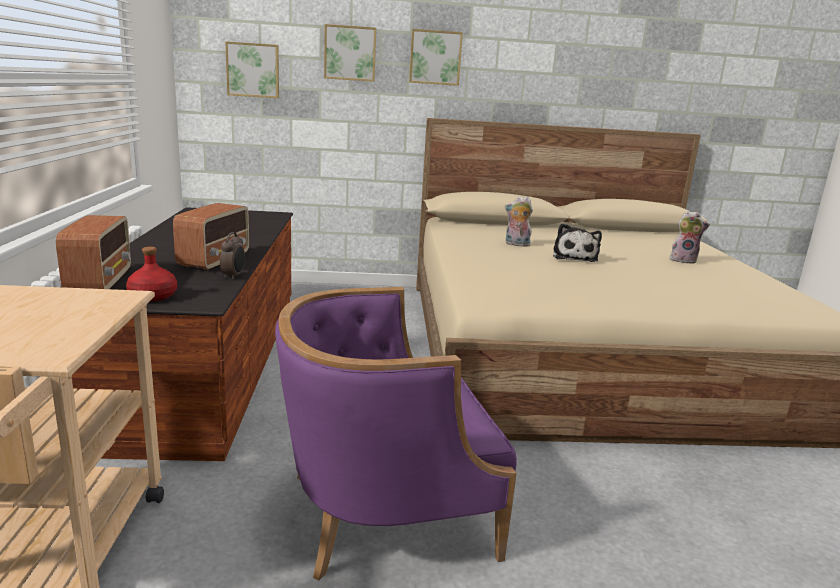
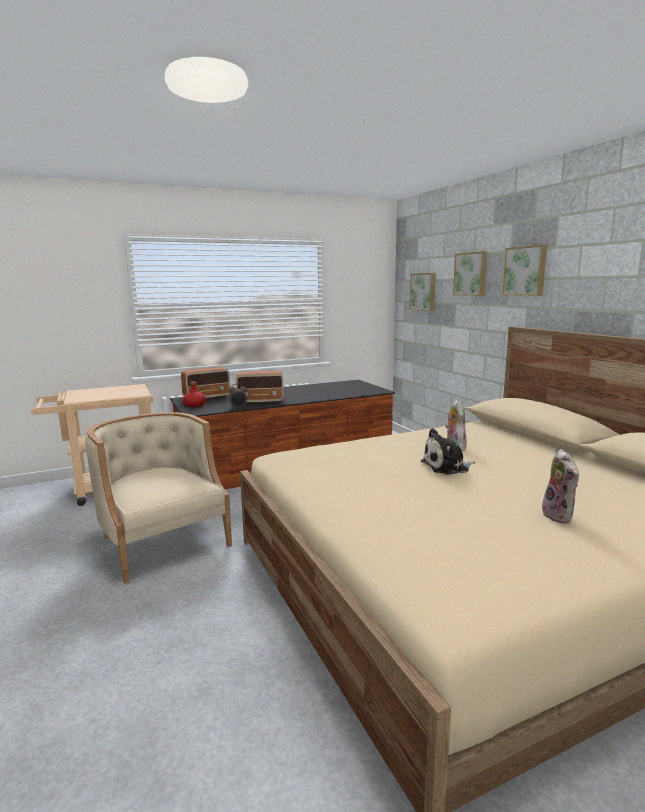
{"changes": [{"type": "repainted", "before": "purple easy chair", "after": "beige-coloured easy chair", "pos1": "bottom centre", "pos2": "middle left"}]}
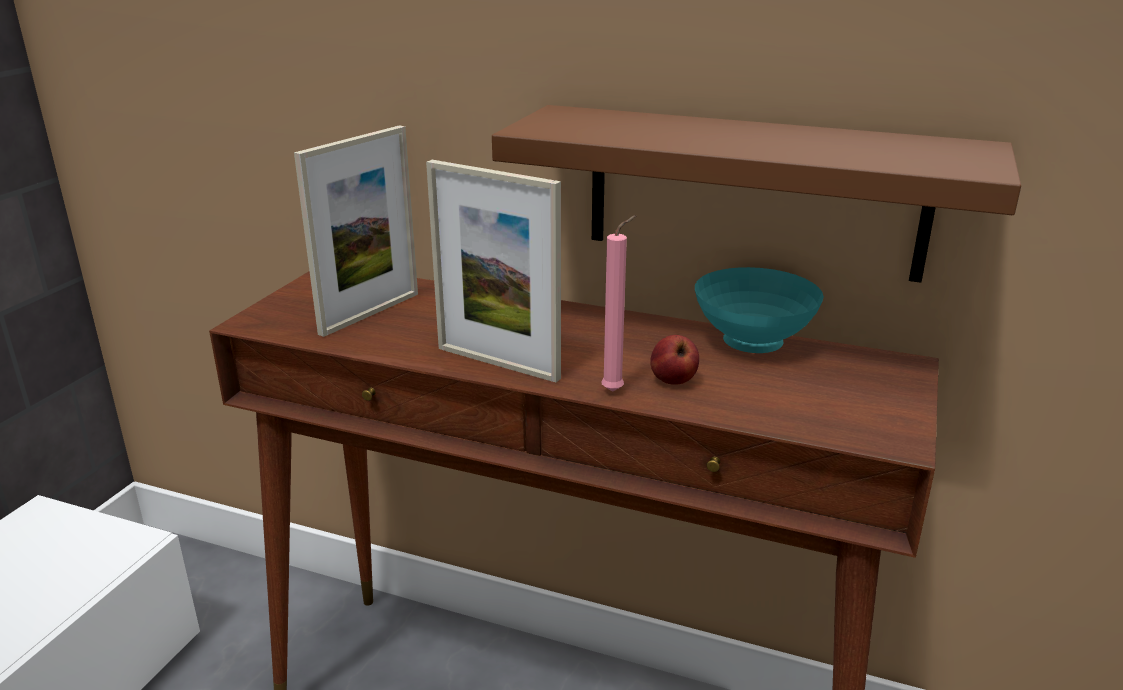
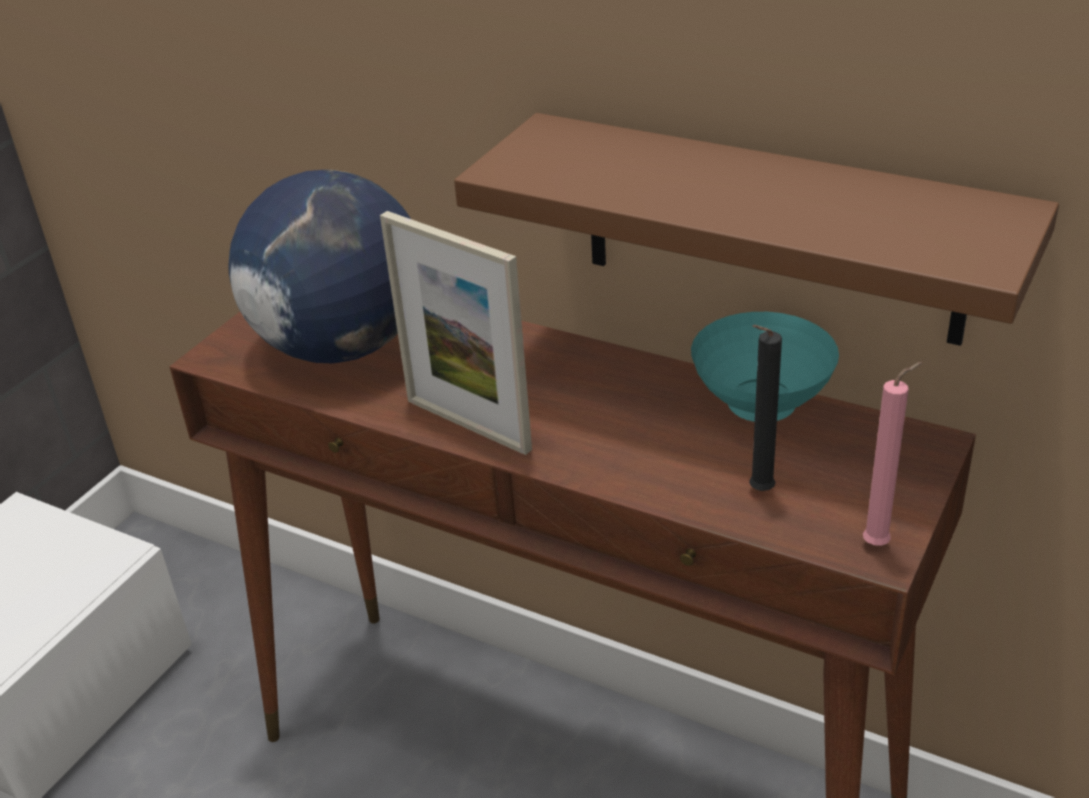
{"changes": [{"type": "swapped", "before": "photo frame (no. 1 from left)", "after": "globe", "pos1": "middle left", "pos2": "middle left"}, {"type": "shifted", "before": "pinkish candle", "pos1": "centre", "pos2": "middle right"}, {"type": "gone", "before": "apple fruit", "pos1": "centre"}, {"type": "new", "after": "black candle", "pos2": "middle right"}]}
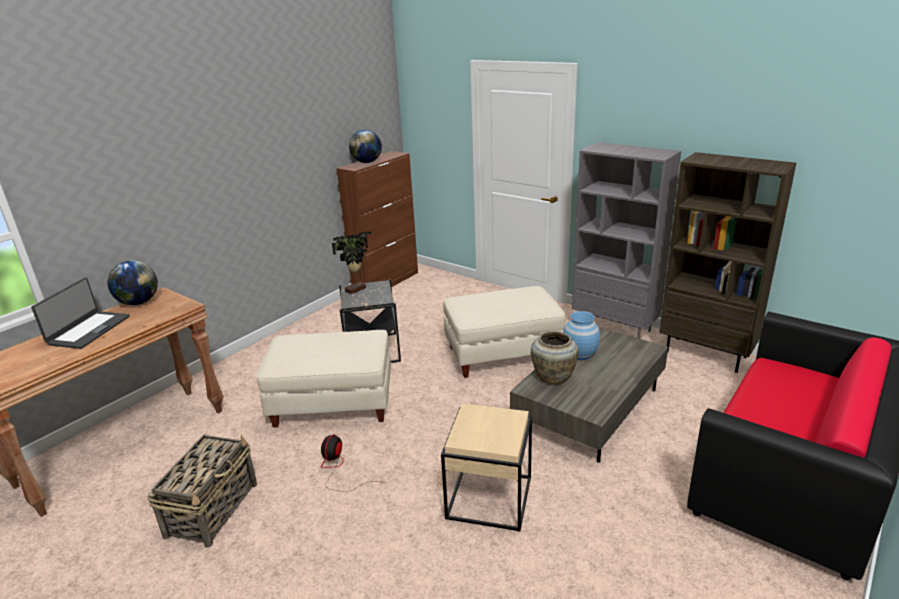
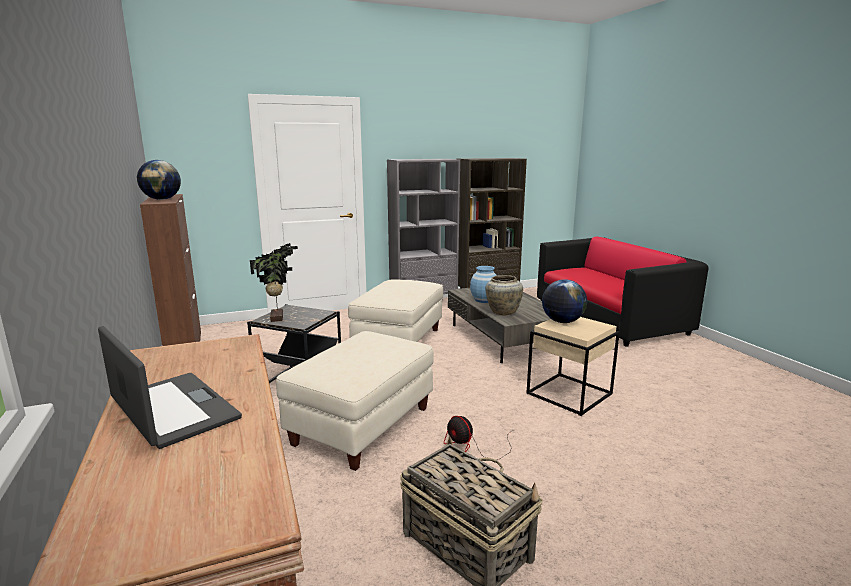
{"changes": [{"type": "shifted", "before": "globe (no. 1 from left in the first image)", "after": "globe (no. 2 from left)", "pos1": "middle left", "pos2": "centre"}]}
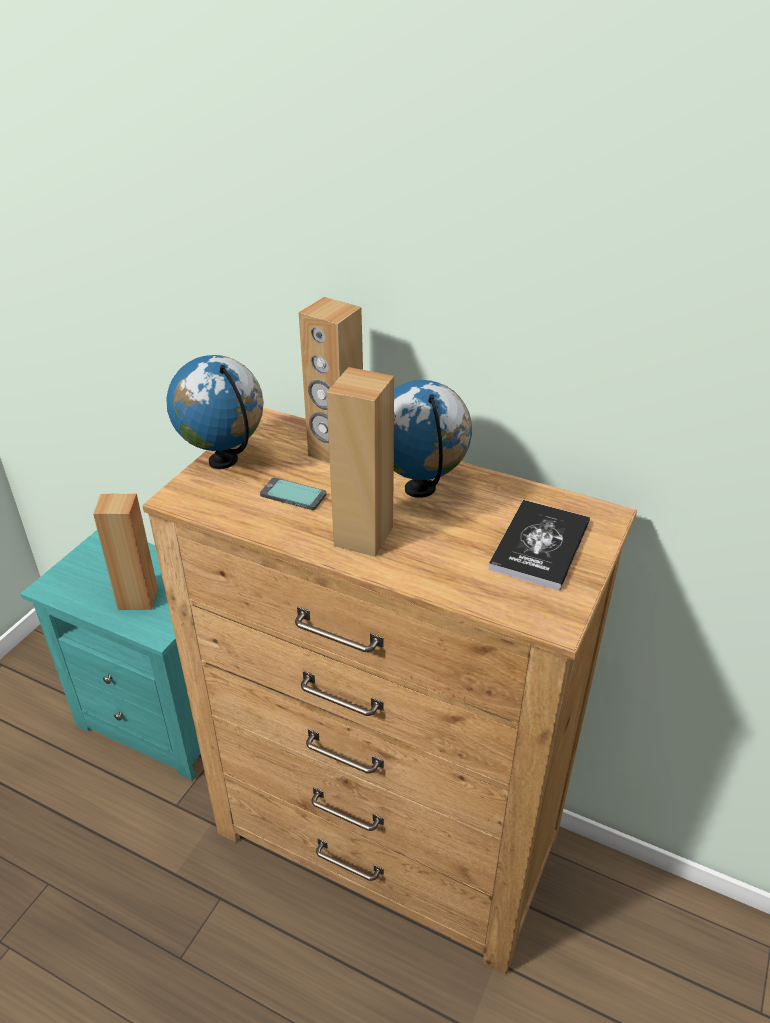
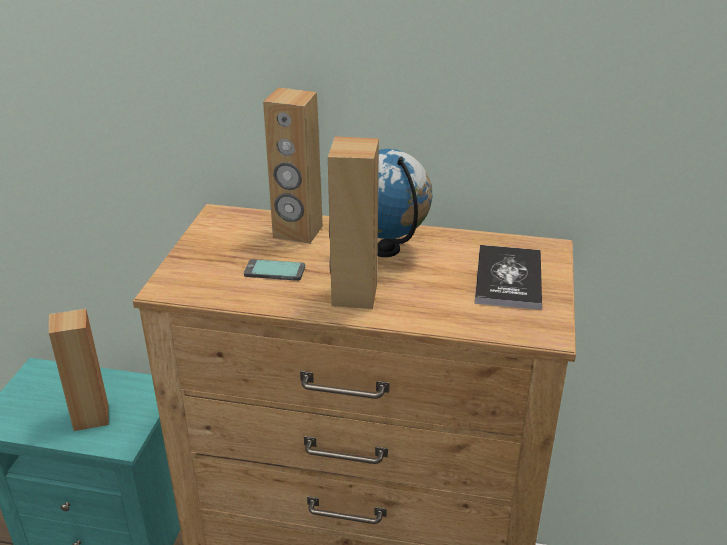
{"changes": [{"type": "gone", "before": "globe (no. 1 from left)", "pos1": "middle left"}]}
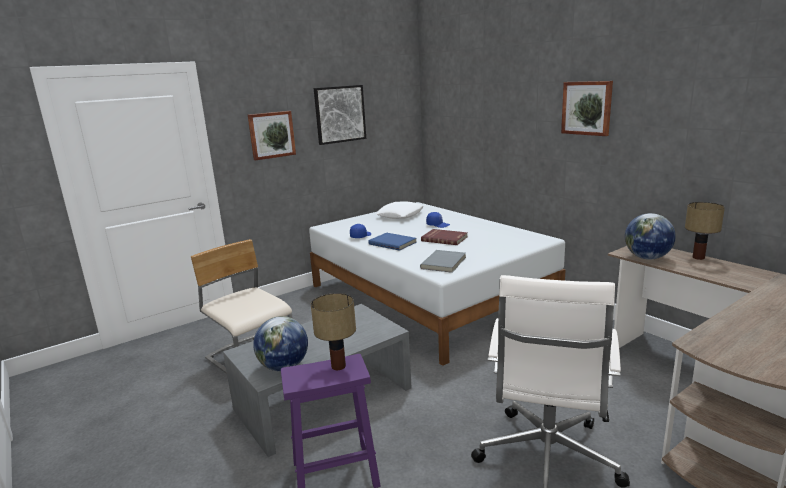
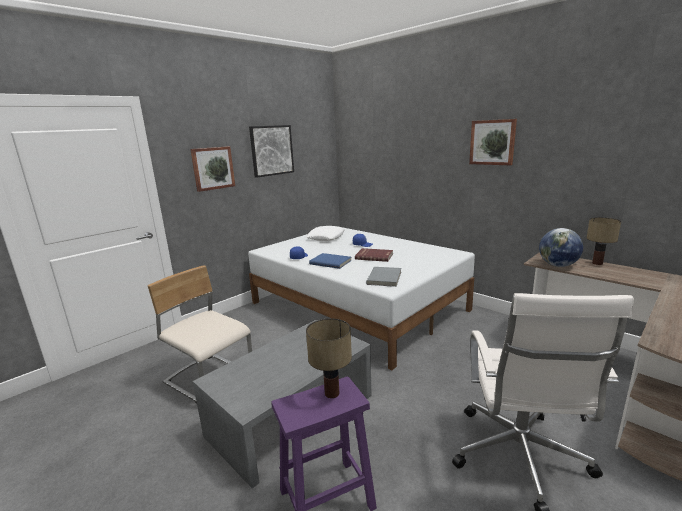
{"changes": [{"type": "gone", "before": "globe (no. 1 from left)", "pos1": "bottom centre"}]}
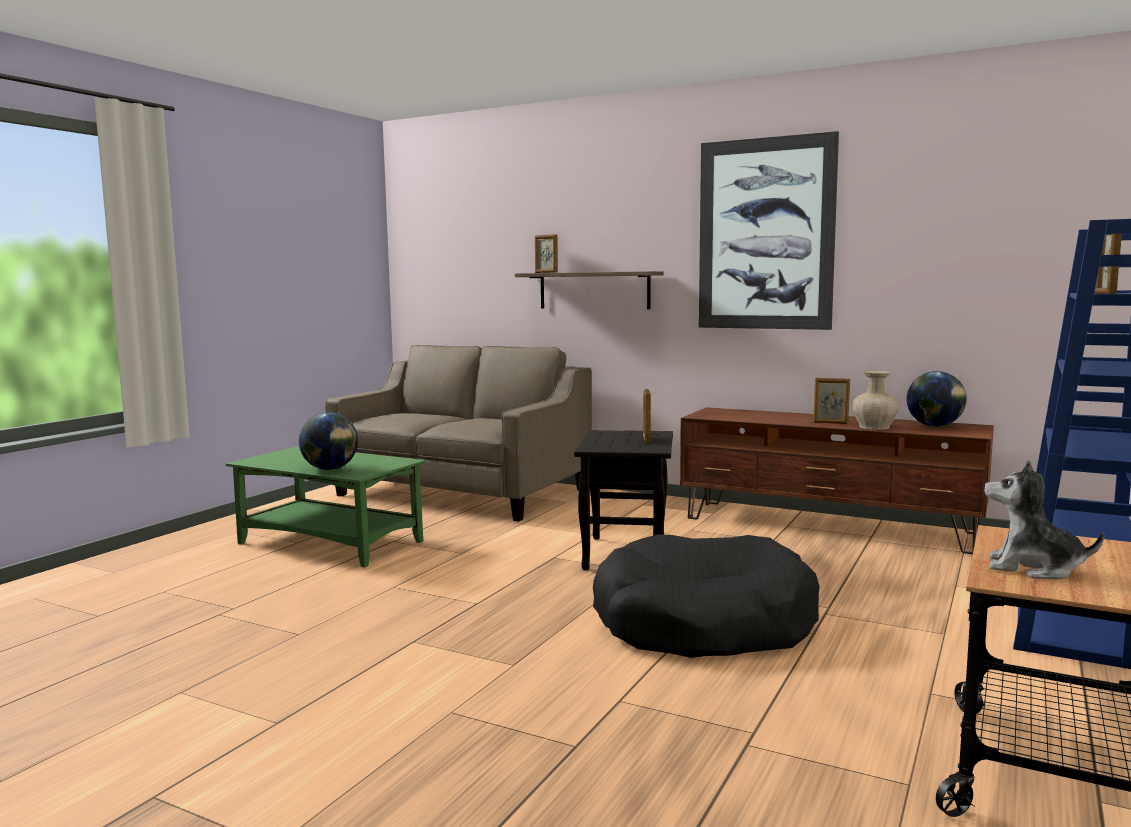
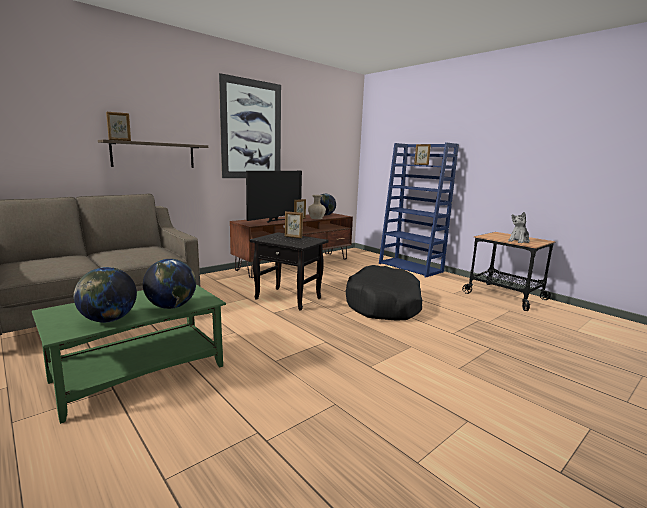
{"changes": [{"type": "new", "after": "TV", "pos2": "centre"}, {"type": "new", "after": "globe (no. 1 from left)", "pos2": "middle left"}]}
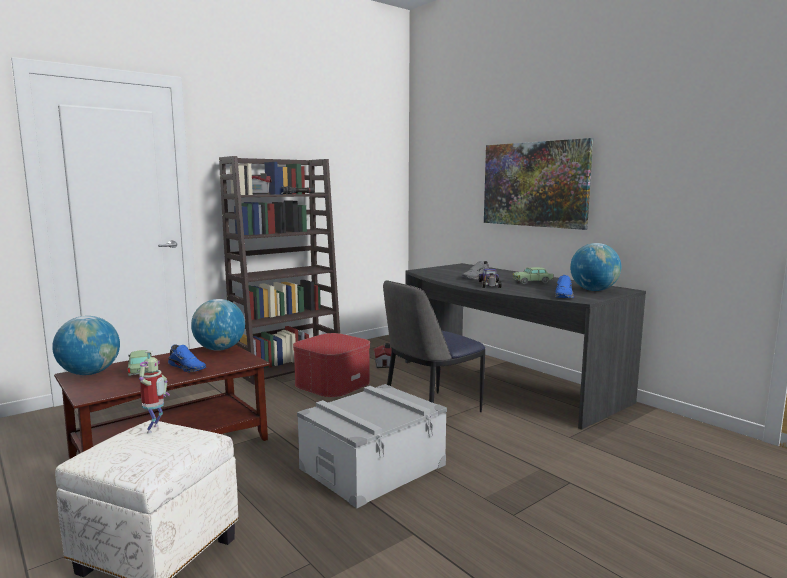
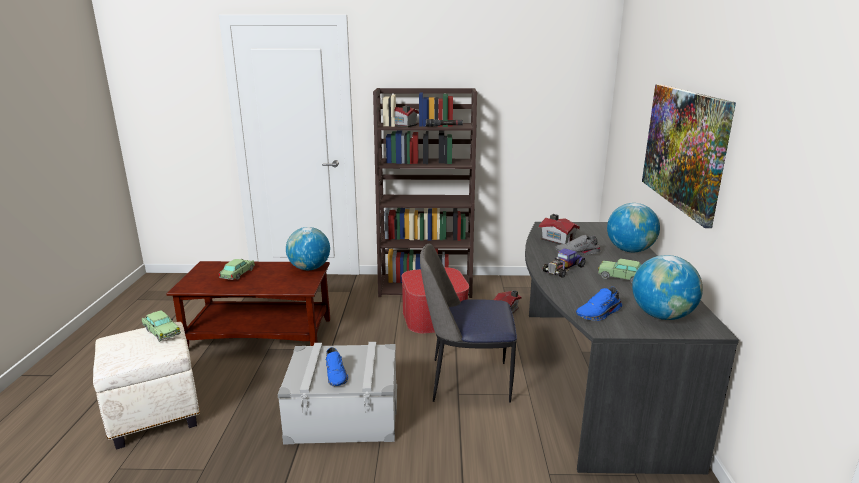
{"changes": [{"type": "shifted", "before": "globe (no. 1 from left in the first image)", "after": "globe (no. 2 from left)", "pos1": "middle left", "pos2": "middle right"}, {"type": "shifted", "before": "bluish shoe (no. 1 from left)", "pos1": "middle left", "pos2": "bottom centre"}, {"type": "swapped", "before": "toy robot", "after": "toy car (no. 1 from left)", "pos1": "bottom left", "pos2": "bottom left"}, {"type": "new", "after": "miniature house (no. 3 from left)", "pos2": "centre"}]}
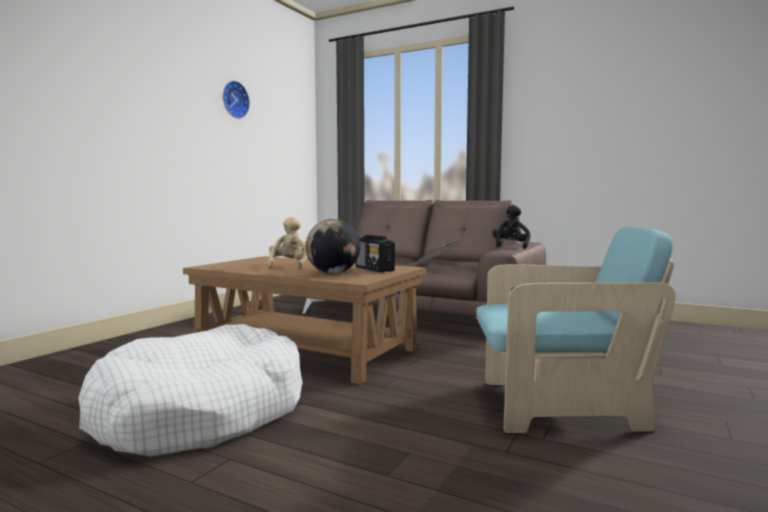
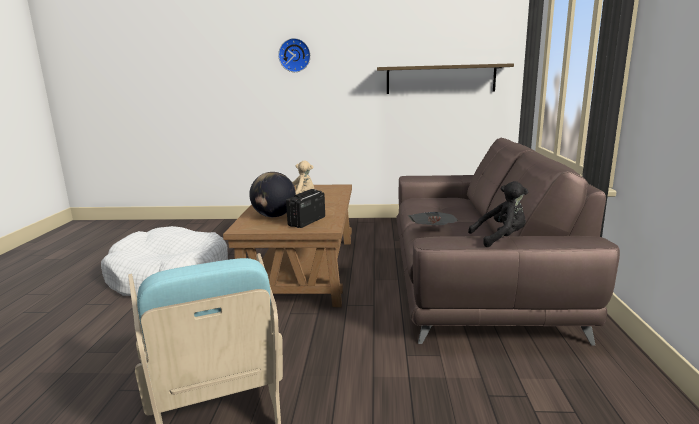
{"changes": [{"type": "shifted", "before": "hanging clock", "pos1": "top left", "pos2": "top centre"}, {"type": "new", "after": "bracket shelf", "pos2": "top centre"}]}
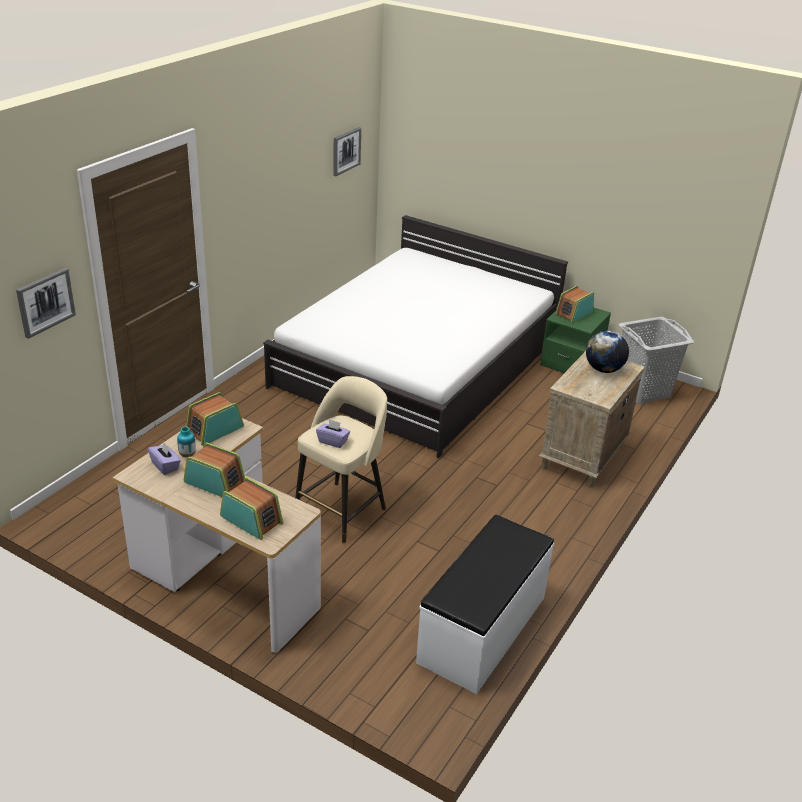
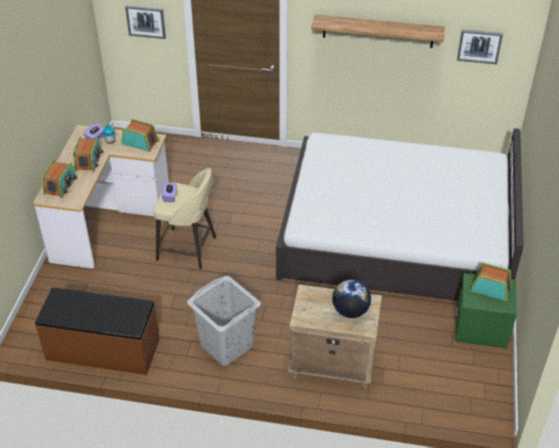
{"changes": [{"type": "shifted", "before": "grey hamper", "pos1": "middle right", "pos2": "bottom centre"}, {"type": "repainted", "before": "white-coloured indoor bench", "after": "brown indoor bench", "pos1": "bottom centre", "pos2": "bottom left"}, {"type": "new", "after": "bracket shelf", "pos2": "top right"}]}
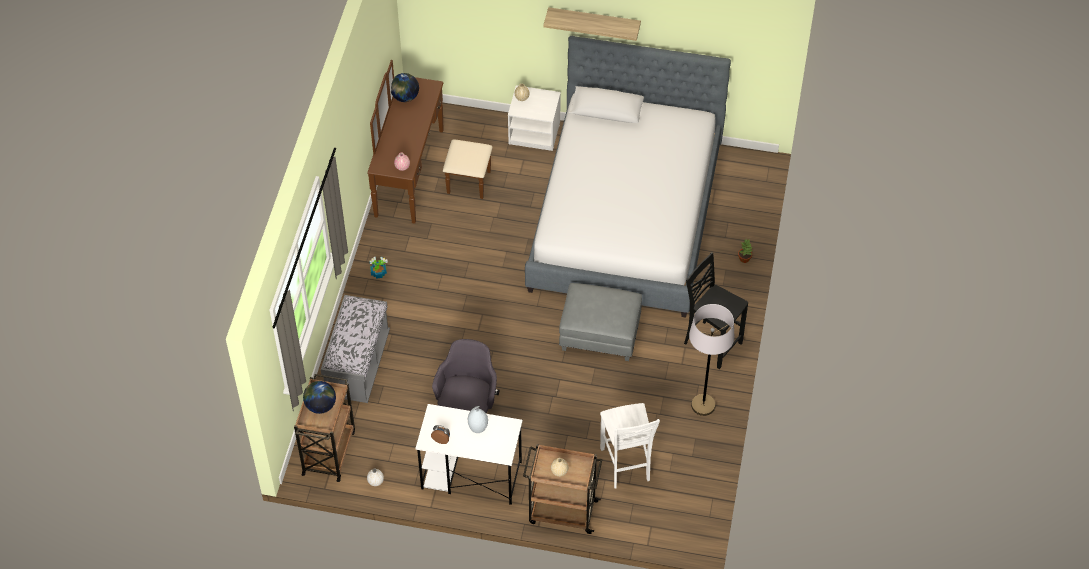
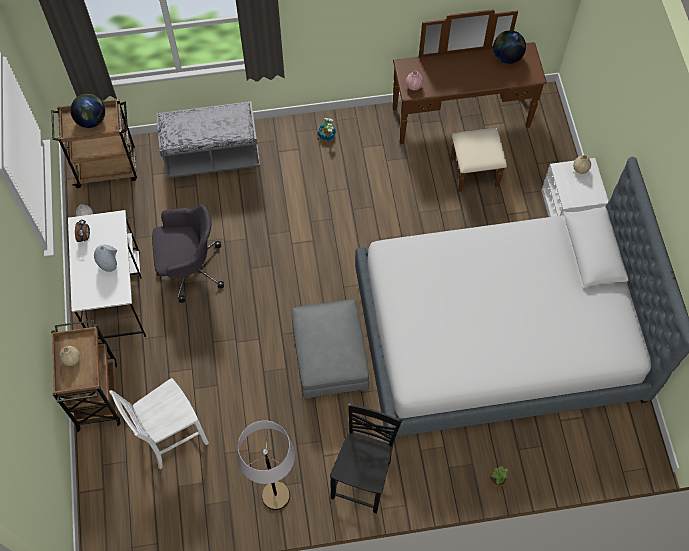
{"changes": [{"type": "gone", "before": "bracket shelf", "pos1": "top centre"}]}
